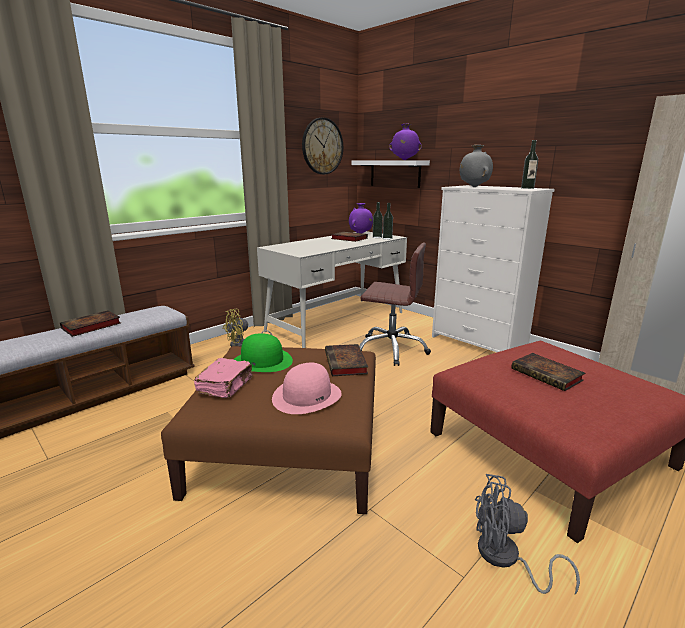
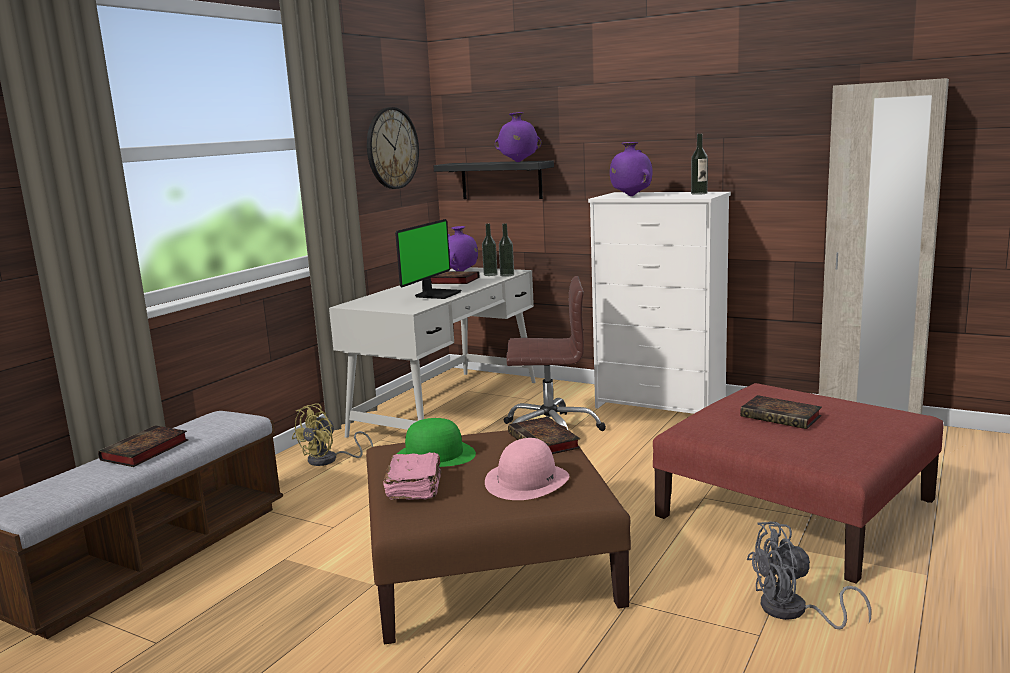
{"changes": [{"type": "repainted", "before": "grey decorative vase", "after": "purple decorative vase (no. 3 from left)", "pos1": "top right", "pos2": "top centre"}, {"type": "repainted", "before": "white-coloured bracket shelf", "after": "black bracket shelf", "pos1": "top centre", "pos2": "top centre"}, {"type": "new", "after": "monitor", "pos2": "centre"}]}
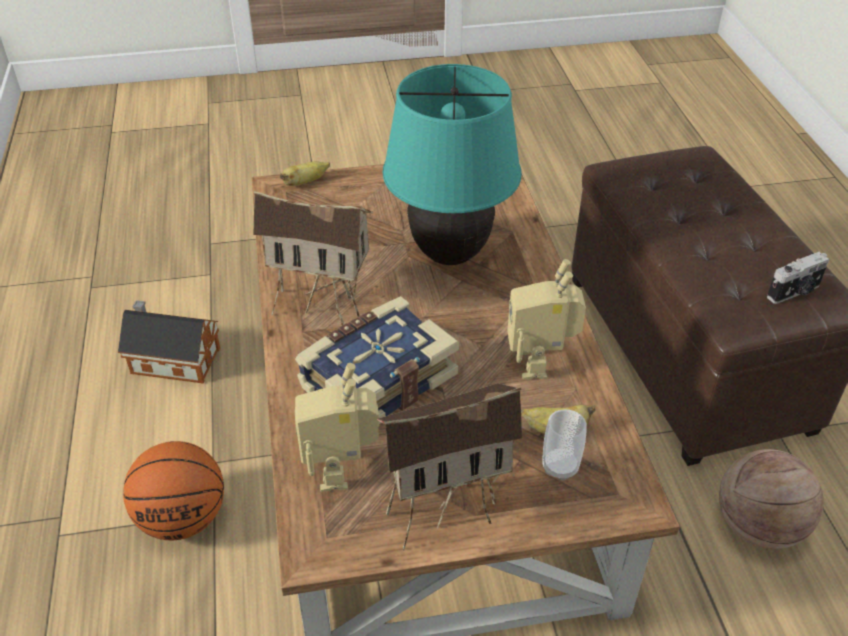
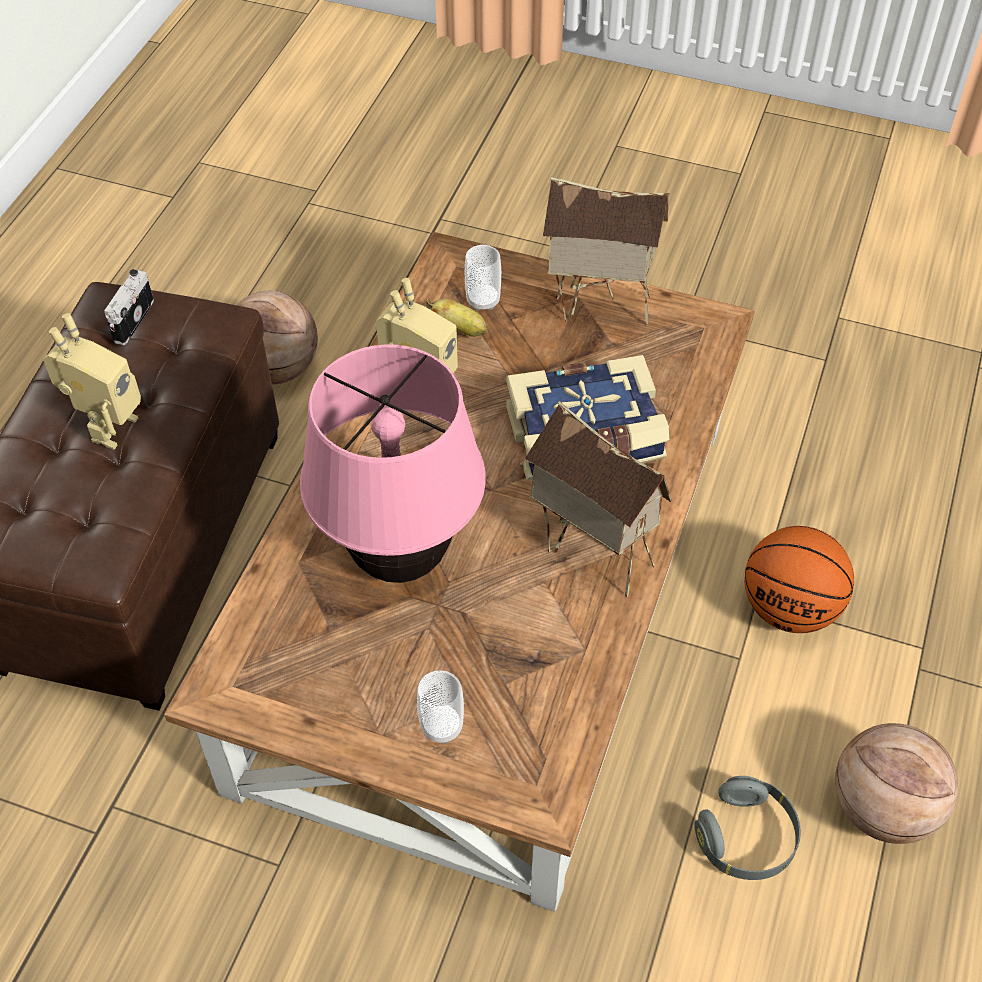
{"changes": [{"type": "repainted", "before": "turquoise table lamp", "after": "pinkish table lamp", "pos1": "top centre", "pos2": "centre"}, {"type": "gone", "before": "banana fruit (no. 1 from left)", "pos1": "top centre"}, {"type": "rotated", "before": "still camera", "pos1": "middle right", "pos2": "top left", "turn": -75}, {"type": "swapped", "before": "miniature house (no. 1 from left)", "after": "grey headphones", "pos1": "middle left", "pos2": "bottom right"}, {"type": "shifted", "before": "toy robot (no. 1 from left)", "pos1": "bottom centre", "pos2": "middle left"}, {"type": "new", "after": "drinking cup (no. 1 from left)", "pos2": "bottom centre"}, {"type": "new", "after": "ball for basketball (no. 3 from left)", "pos2": "bottom right"}]}
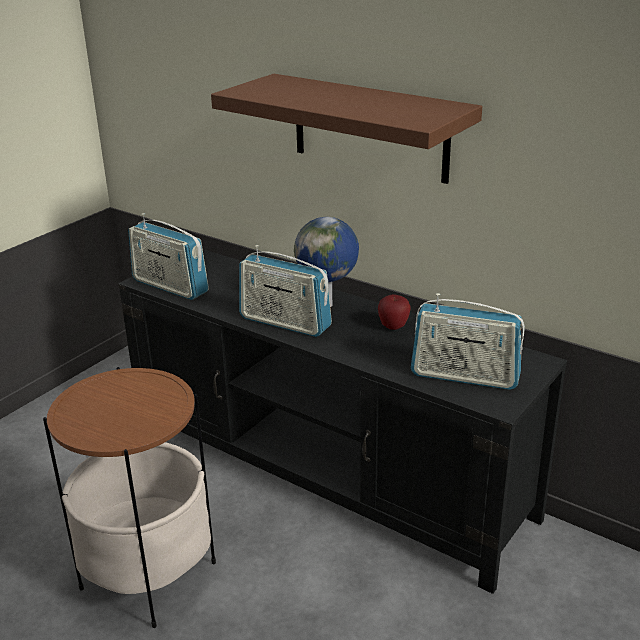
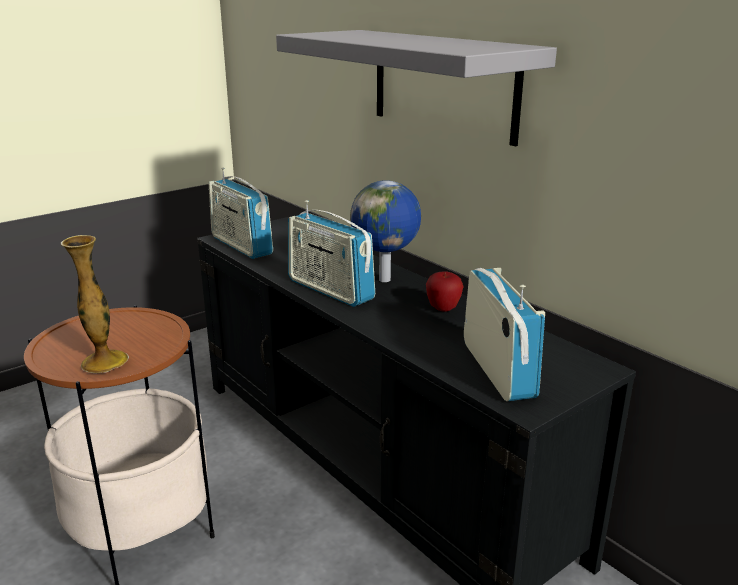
{"changes": [{"type": "repainted", "before": "brown bracket shelf", "after": "grey bracket shelf", "pos1": "top centre", "pos2": "top centre"}, {"type": "rotated", "before": "radio (no. 3 from left)", "pos1": "middle right", "pos2": "middle right", "turn": -135}, {"type": "new", "after": "decorative vase", "pos2": "middle left"}]}
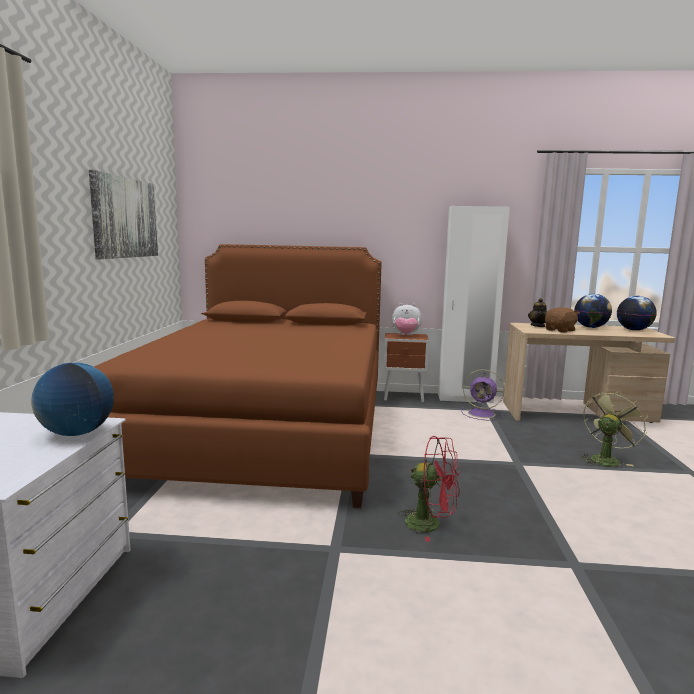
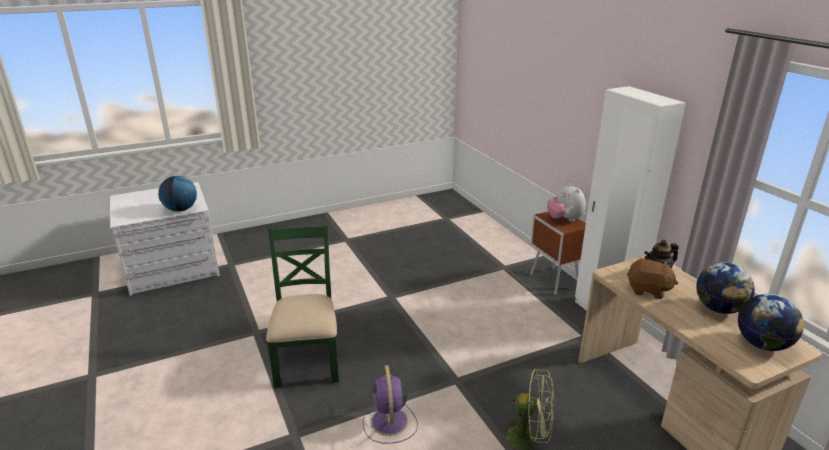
{"changes": [{"type": "gone", "before": "wall art", "pos1": "top left"}, {"type": "gone", "before": "brown bedroom bed", "pos1": "centre"}, {"type": "shifted", "before": "purple cooling fan", "pos1": "middle right", "pos2": "bottom centre"}, {"type": "swapped", "before": "reddish cooling fan", "after": "green plain chair", "pos1": "bottom centre", "pos2": "bottom centre"}]}
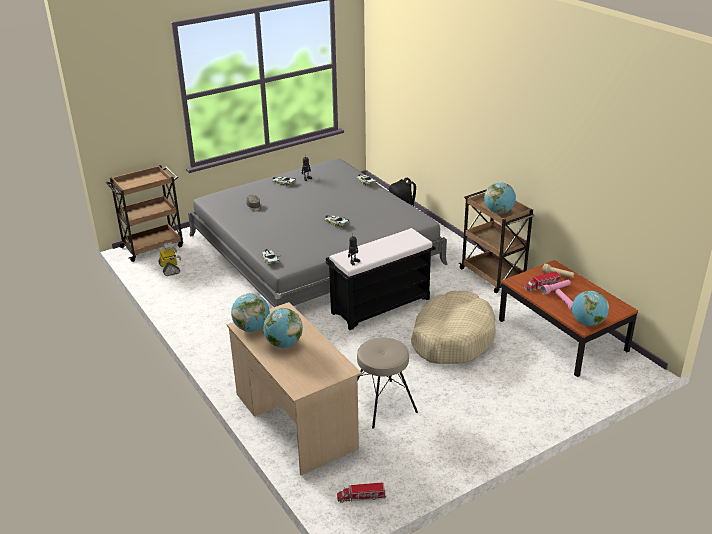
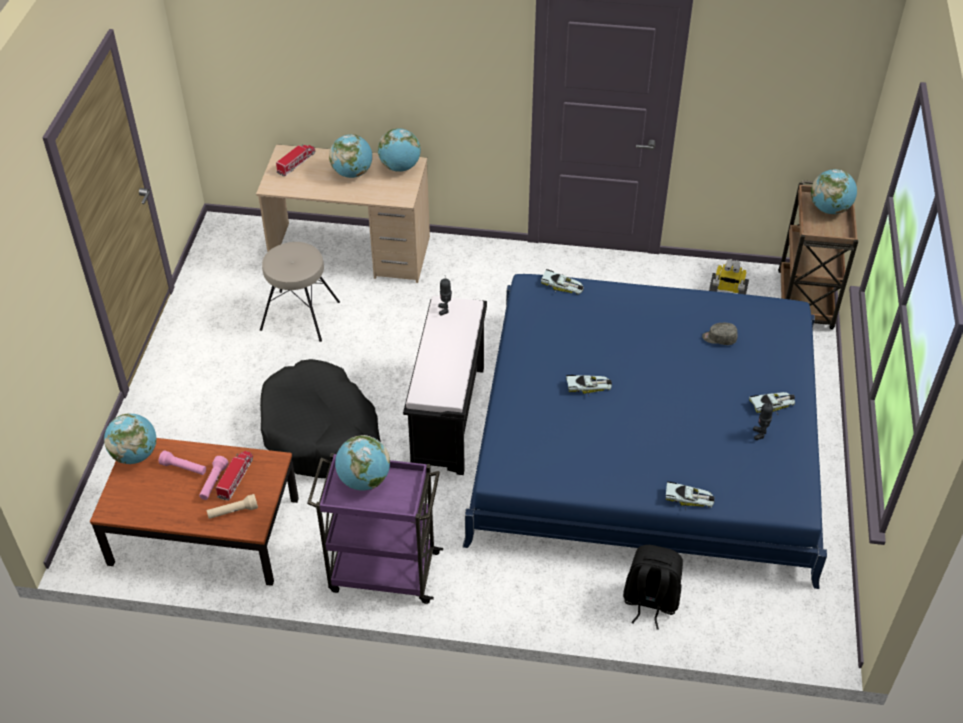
{"changes": [{"type": "repainted", "before": "grey bedroom bed", "after": "bluish bedroom bed", "pos1": "centre", "pos2": "middle right"}, {"type": "repainted", "before": "brown cart (no. 2 from left)", "after": "purple cart", "pos1": "middle right", "pos2": "bottom centre"}, {"type": "repainted", "before": "beige-coloured dog cushion", "after": "black dog cushion", "pos1": "centre", "pos2": "middle left"}, {"type": "shifted", "before": "toy truck (no. 1 from left in the first image)", "after": "toy truck (no. 2 from left)", "pos1": "bottom centre", "pos2": "top left"}, {"type": "new", "after": "globe (no. 5 from left)", "pos2": "top right"}]}
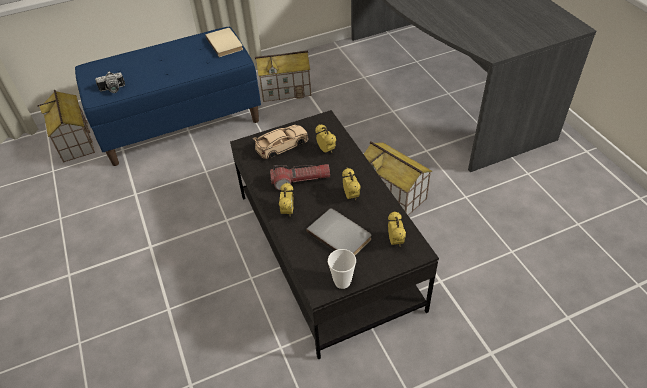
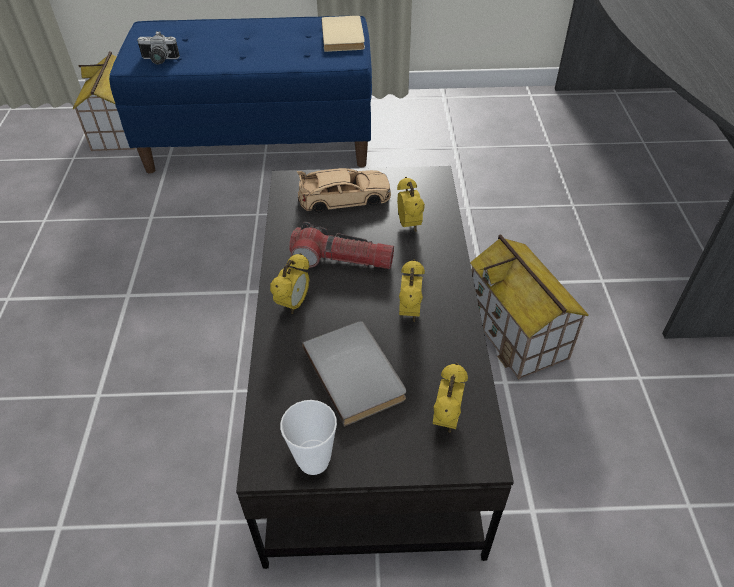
{"changes": [{"type": "gone", "before": "miniature house (no. 2 from left)", "pos1": "top centre"}]}
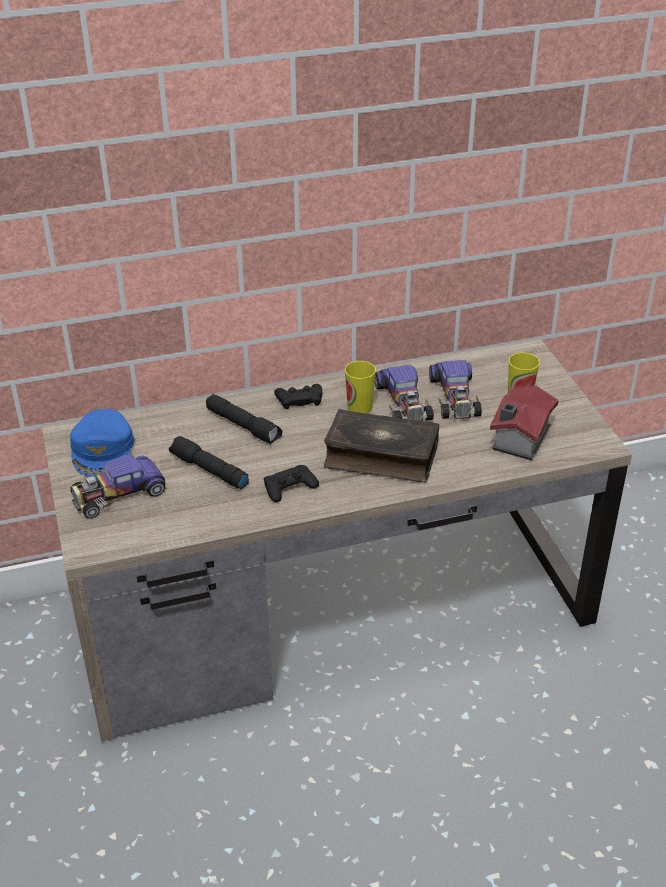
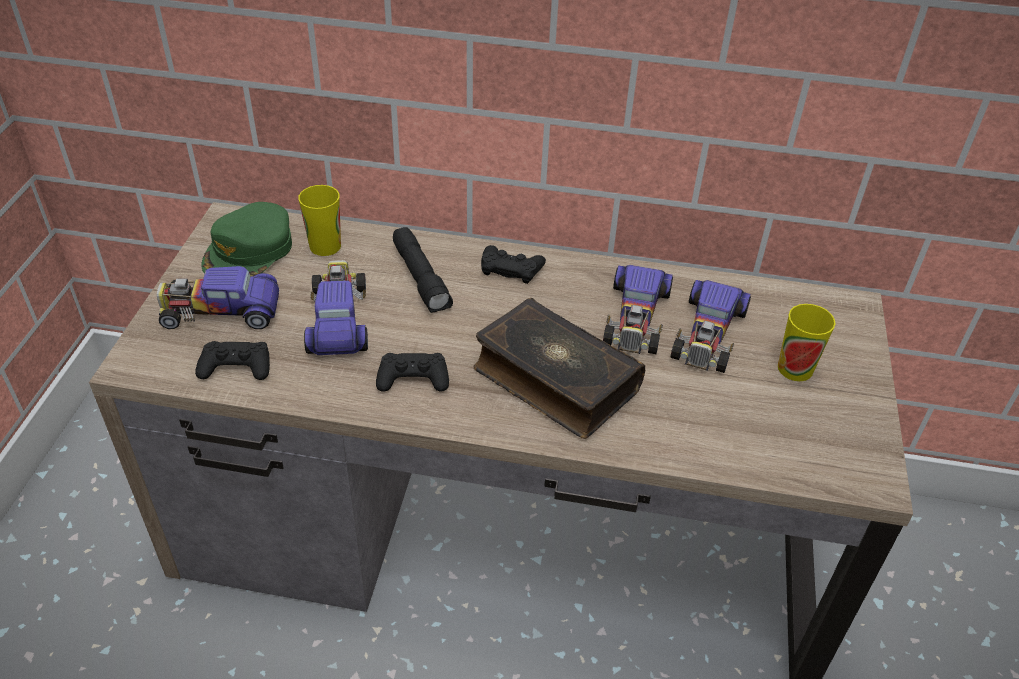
{"changes": [{"type": "shifted", "before": "drinking cup (no. 1 from left)", "pos1": "centre", "pos2": "top left"}, {"type": "gone", "before": "miniature house", "pos1": "middle right"}, {"type": "repainted", "before": "bluish peaked cap", "after": "green peaked cap", "pos1": "middle left", "pos2": "middle left"}, {"type": "swapped", "before": "black hand torch (no. 1 from left)", "after": "toy car (no. 2 from left)", "pos1": "middle left", "pos2": "middle left"}, {"type": "new", "after": "black game controller (no. 1 from left)", "pos2": "middle left"}]}
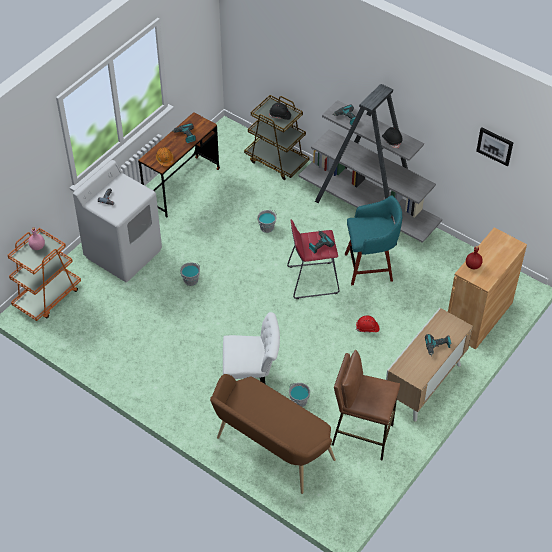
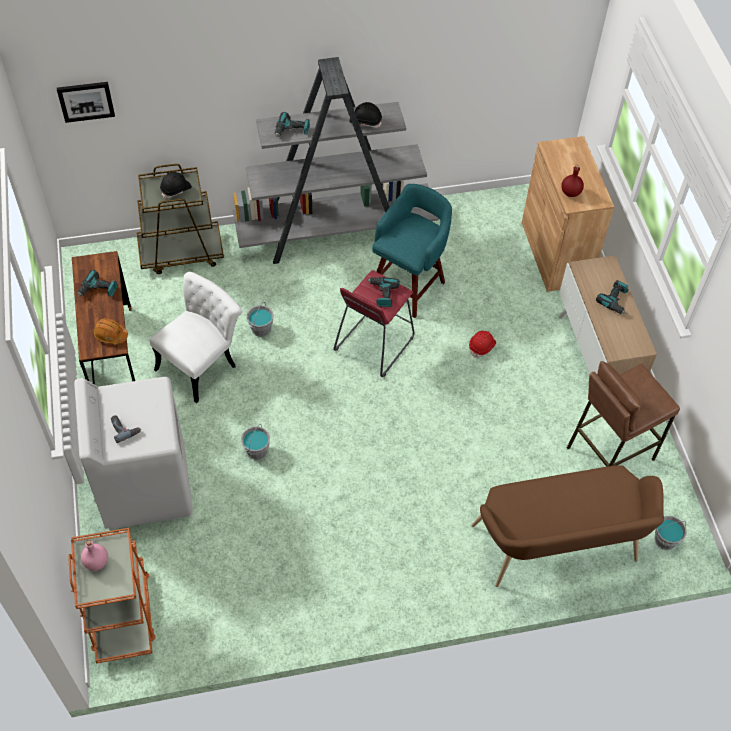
{"changes": [{"type": "shifted", "before": "wall art", "pos1": "top right", "pos2": "top left"}, {"type": "shifted", "before": "white-coloured plain chair", "pos1": "centre", "pos2": "middle left"}, {"type": "shifted", "before": "grey pail (no. 3 from left)", "pos1": "bottom centre", "pos2": "bottom right"}]}
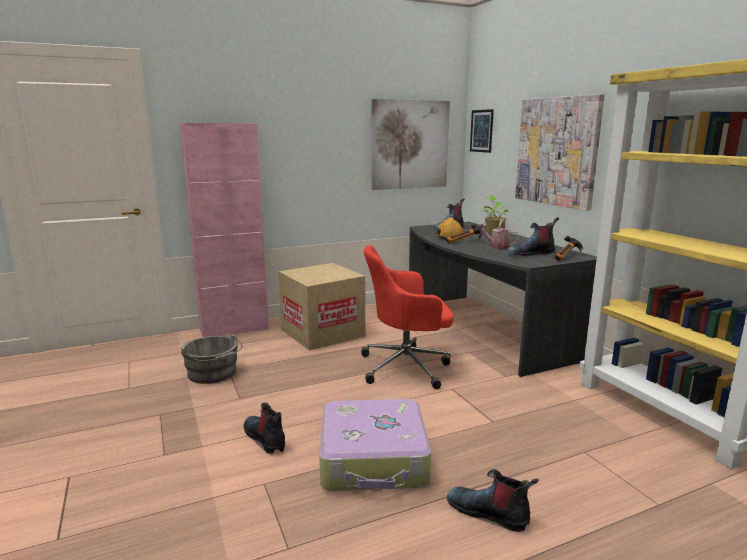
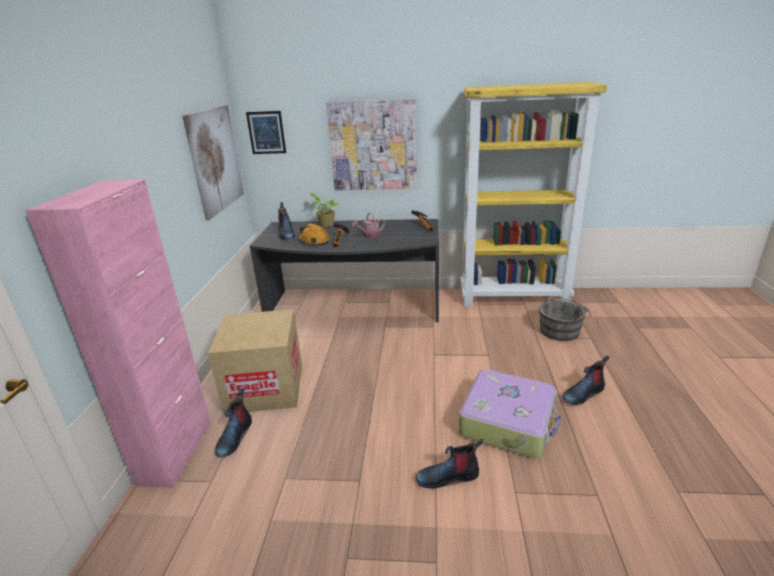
{"changes": [{"type": "shifted", "before": "boot (no. 4 from left in the first image)", "after": "boot (no. 1 from left)", "pos1": "middle right", "pos2": "bottom left"}, {"type": "gone", "before": "reddish desk chair", "pos1": "centre"}, {"type": "shifted", "before": "grey pail", "pos1": "middle left", "pos2": "middle right"}]}
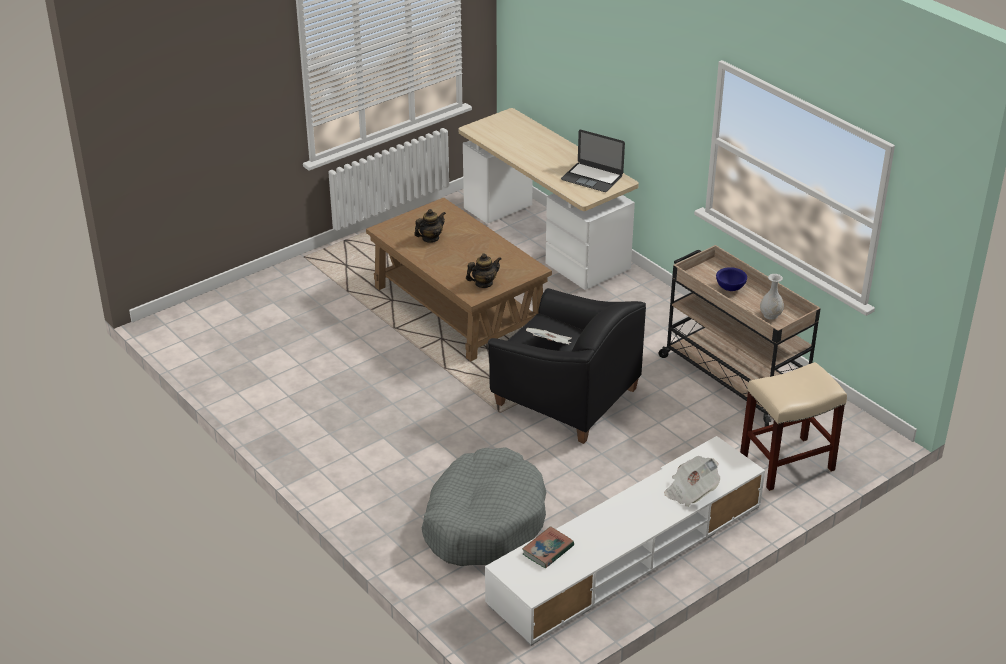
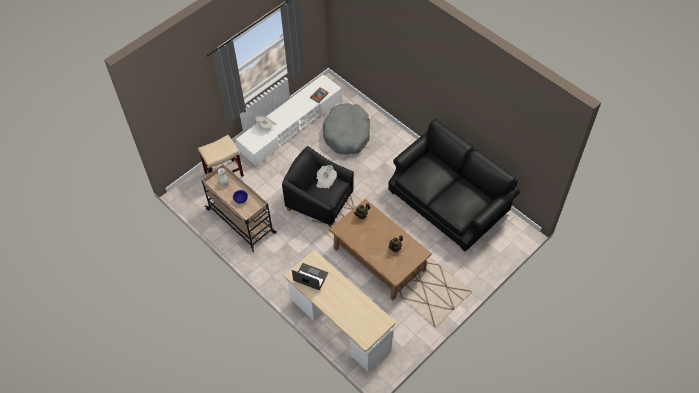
{"changes": [{"type": "new", "after": "black couch", "pos2": "centre"}]}
